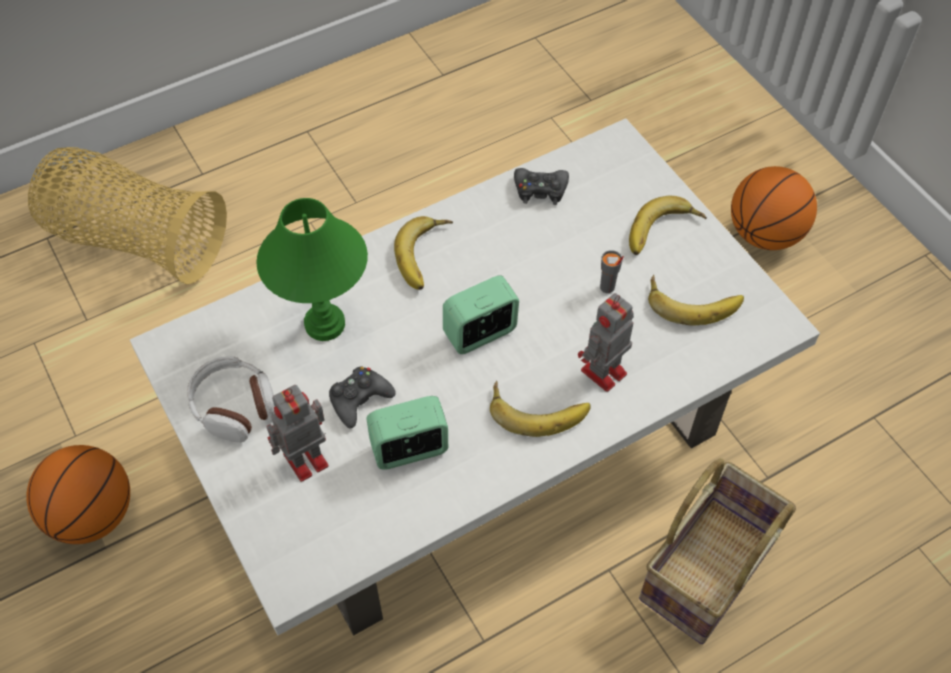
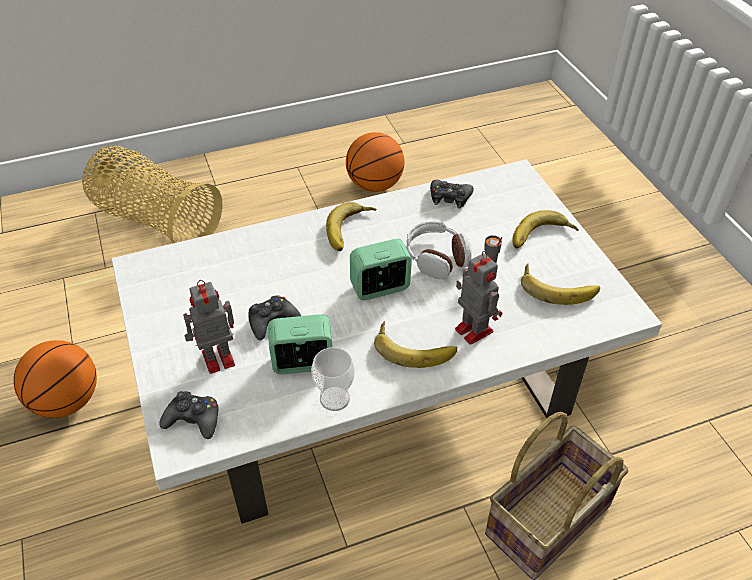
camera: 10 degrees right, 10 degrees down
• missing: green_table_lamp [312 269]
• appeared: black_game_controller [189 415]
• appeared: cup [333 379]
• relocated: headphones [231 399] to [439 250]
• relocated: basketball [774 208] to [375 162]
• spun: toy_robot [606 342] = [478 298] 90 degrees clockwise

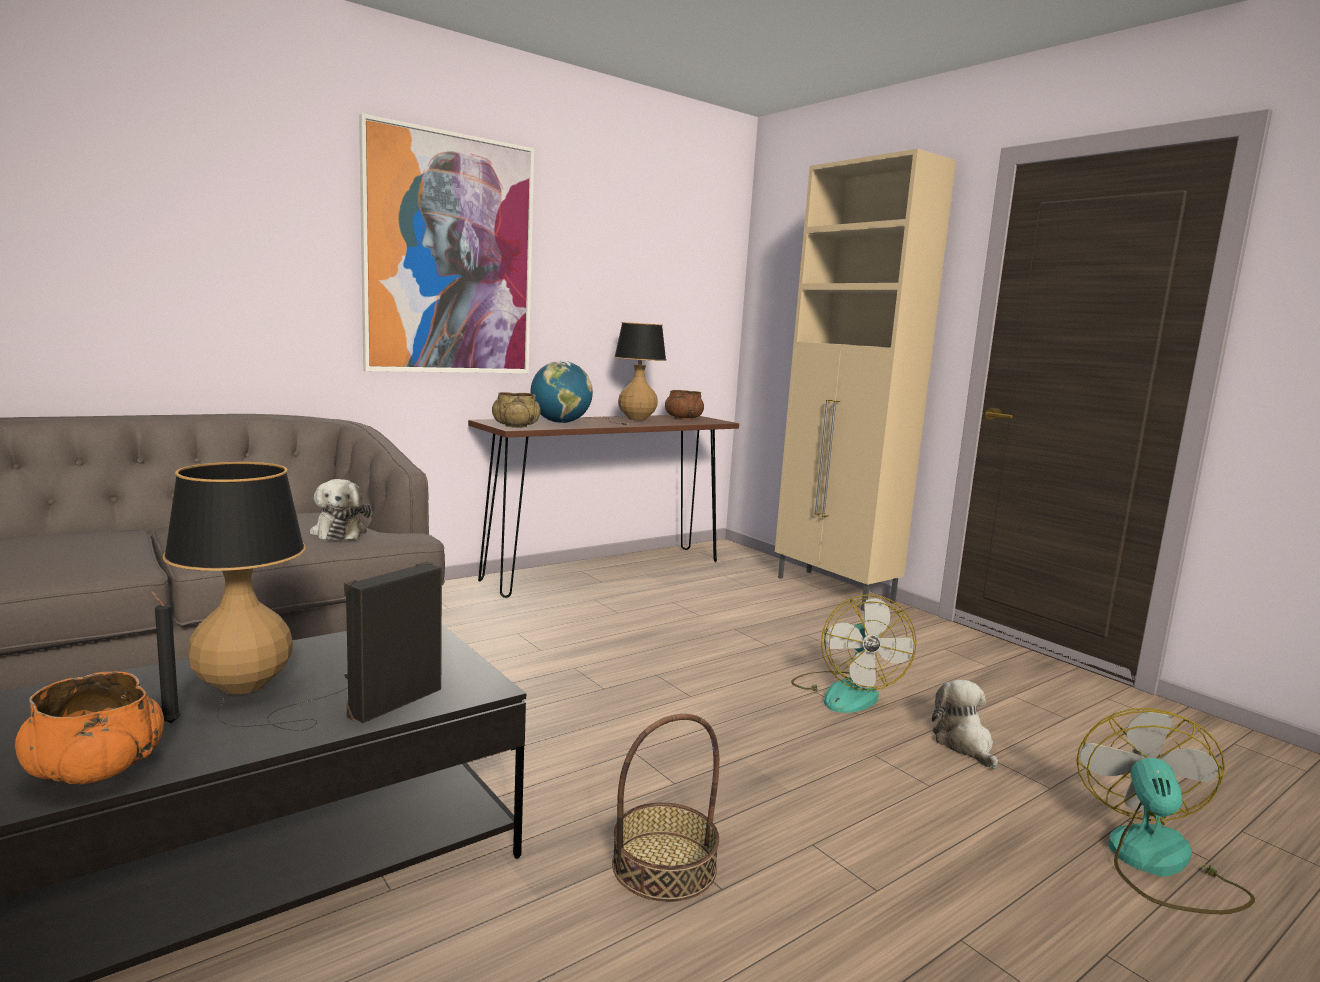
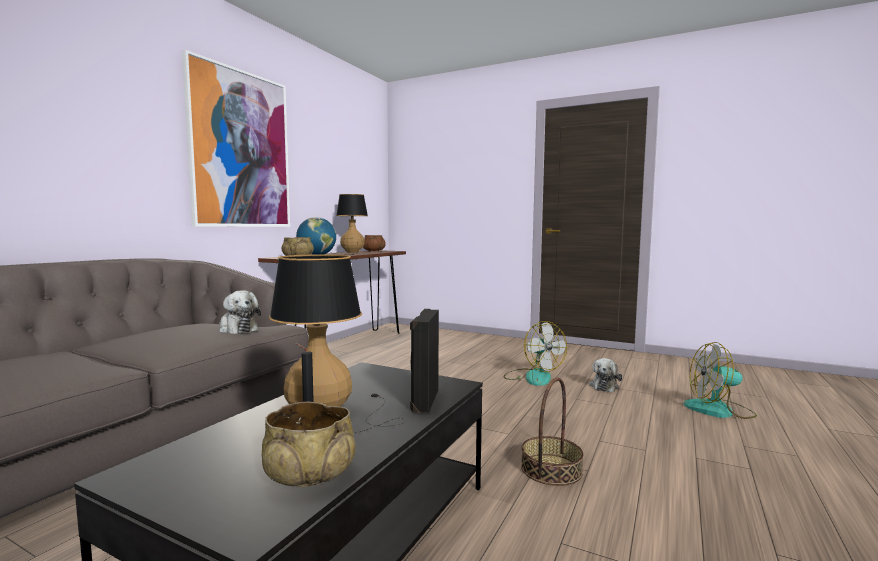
camera: 25 degrees left, 5 degrees down
• missing: beige_cabinet [865 380]
• colour: orange_bowl [89 728] to beige_bowl [309 444]
• spun: plush_toy [965 724] = [605 375] 120 degrees counterclockwise
• spun: fan [1165 811] = [720 380] 75 degrees counterclockwise

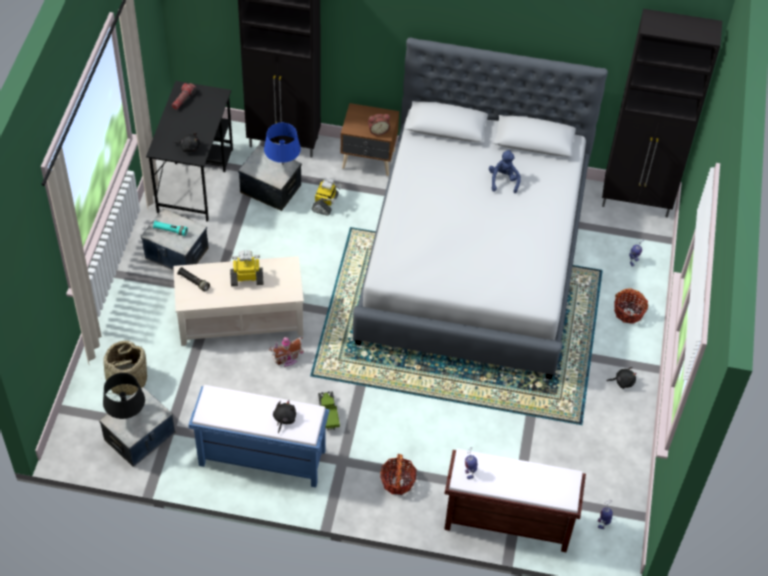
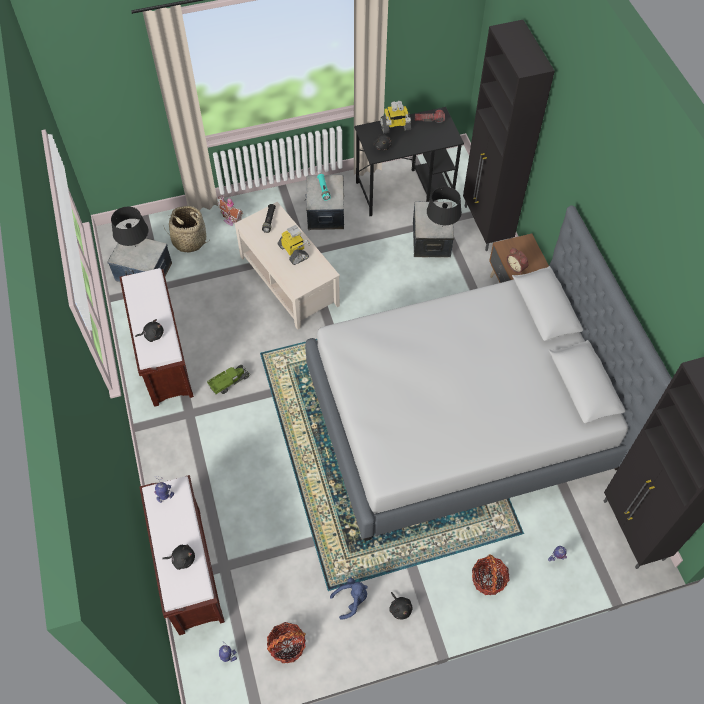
camera: 65 degrees right, 5 degrees up
• appeared: black_plush_toy [178 557]
• relocated: toy_house [286 351] to [230 210]
• relocated: toy_robot [327 197] to [395 117]
• relocated: basket [398 474] to [286 642]
• relocated: blue_plush_toy [505 171] to [349 598]
• colour: blue_bench [259 436] to brown_bench [156 337]
• colour: blue_table_lamp [282 143] to black_table_lamp [444 207]

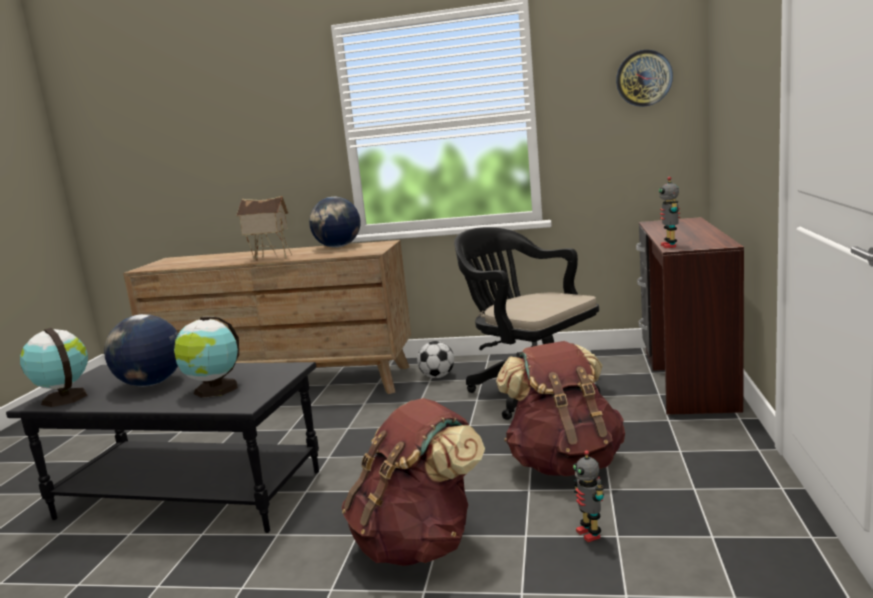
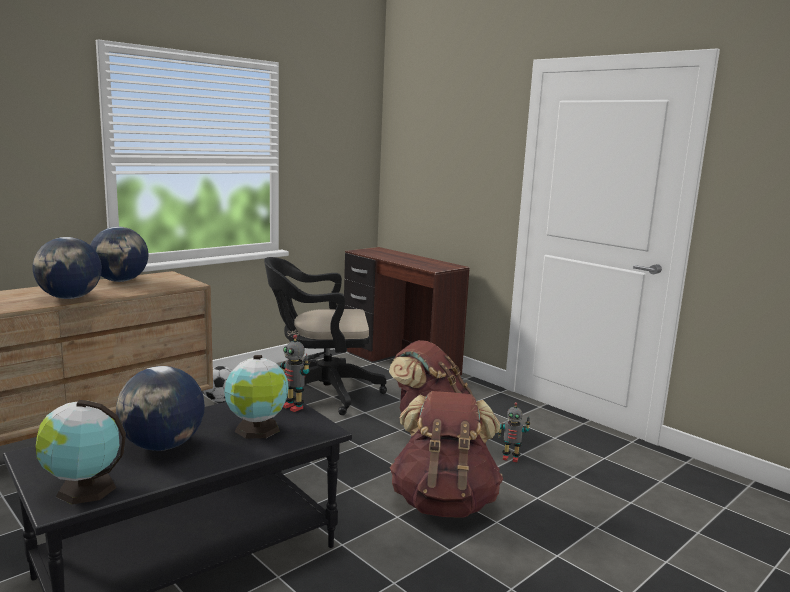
camera: 55 degrees left, 0 degrees up
• missing: wall_clock [644 78]
• relocated: toy_robot [669 212] to [295 373]
• exchanged: toy_house [264 228] to globe [67 268]

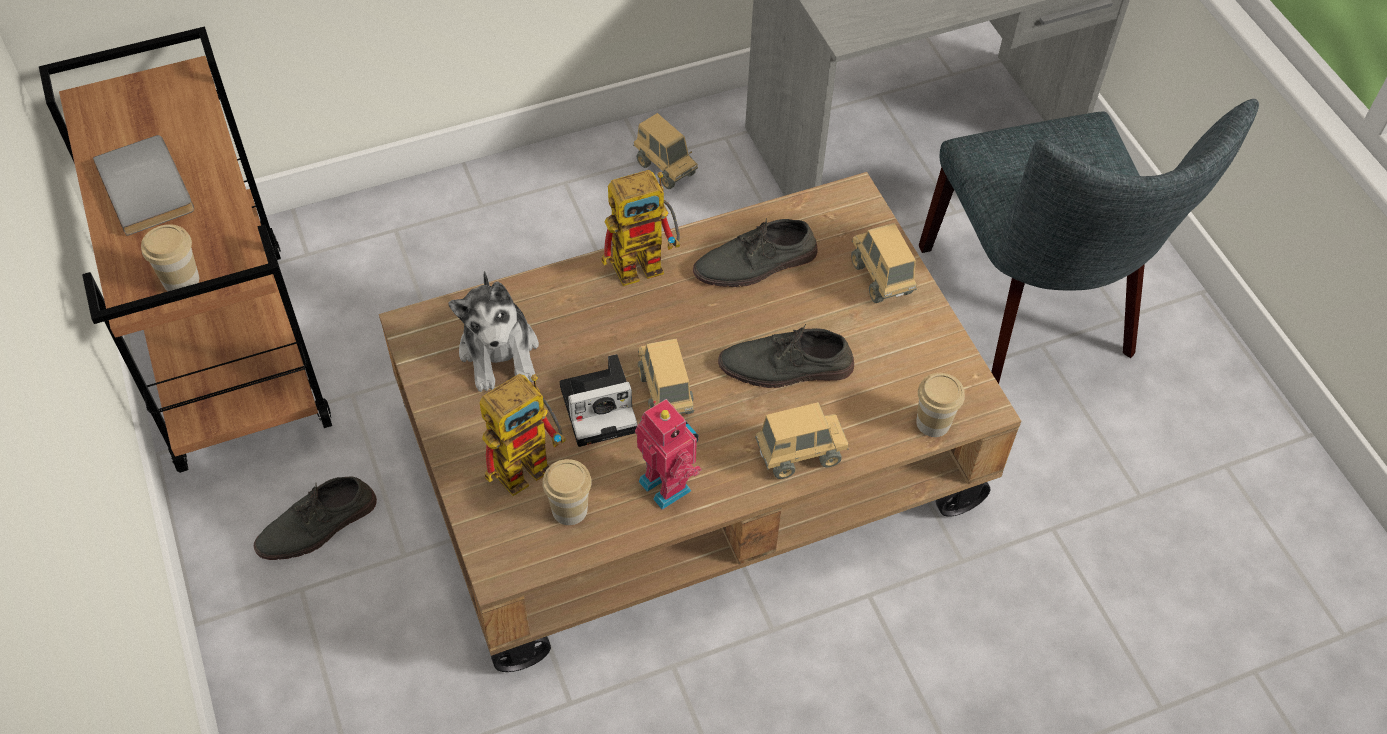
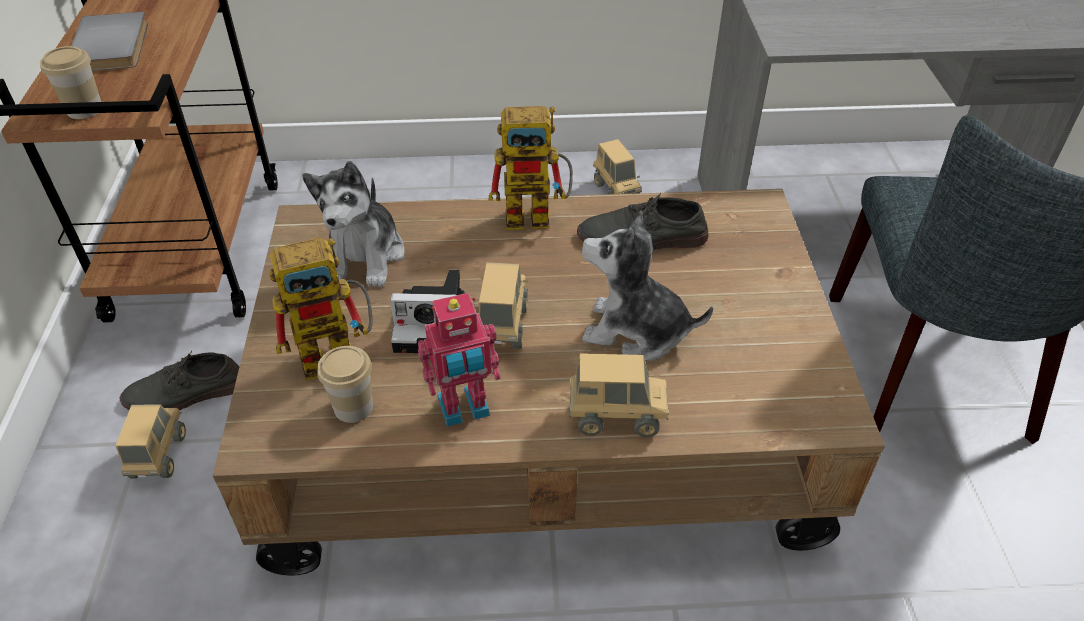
camera: 20 degrees right, 10 degrees down
• missing: cup [940 405]
• relocated: toy_truck [884 263] to [151 441]
• exchanged: grey_shoe [786 356] to plush_toy [647 286]
• spun: toy_robot [668 454] = [459 360] 90 degrees clockwise

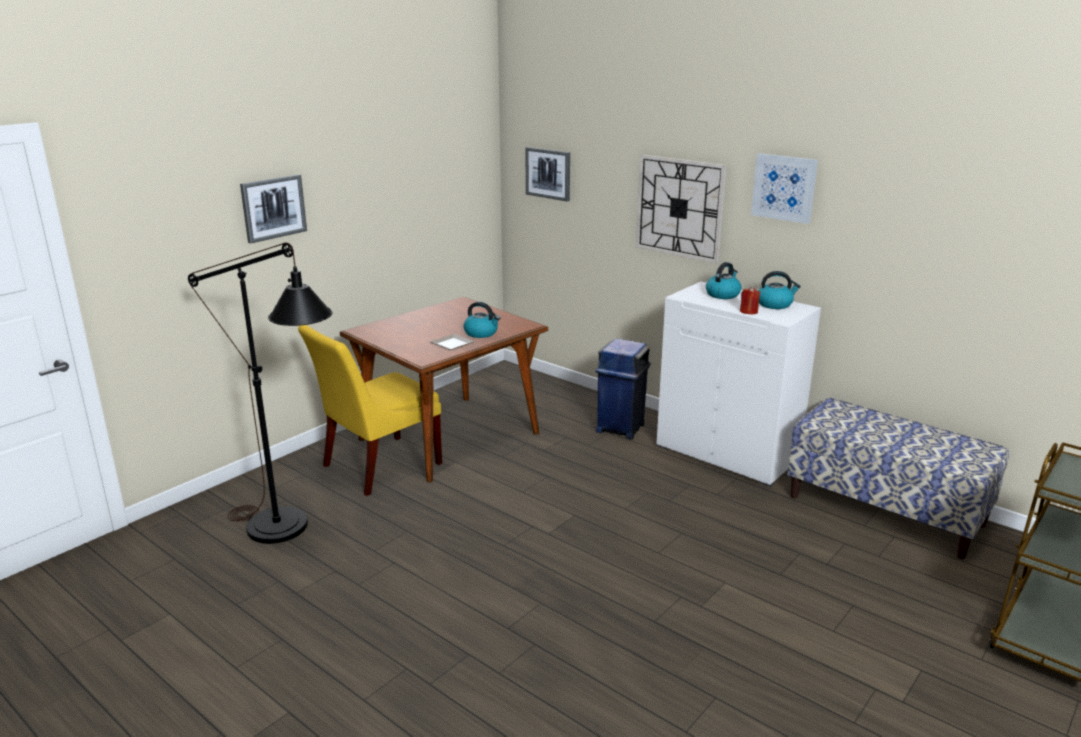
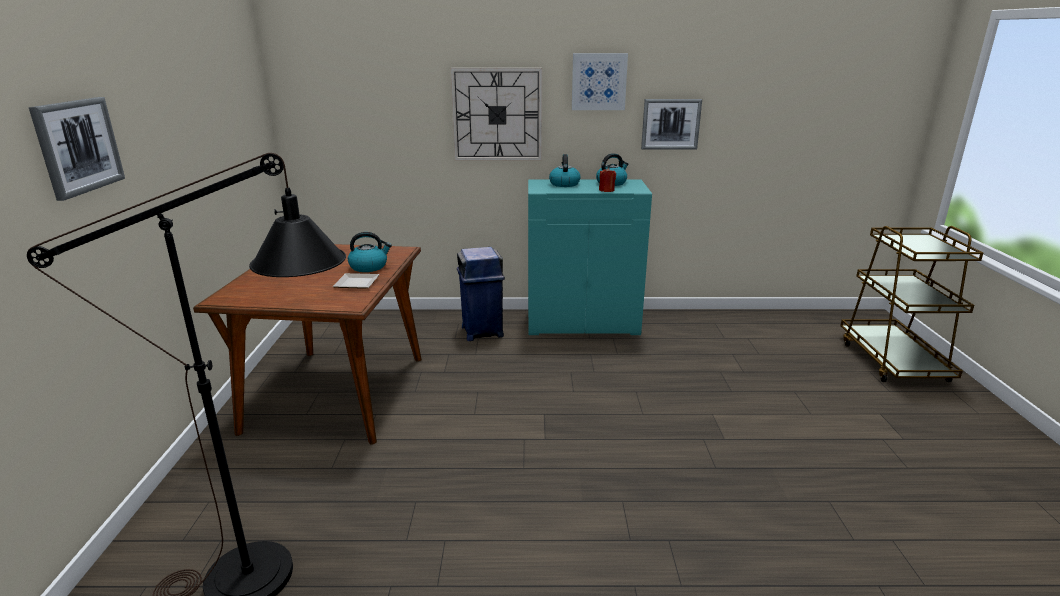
camera: 40 degrees left, 0 degrees up
• missing: yellow_chair [370 410]
• missing: bench [898 478]
• relocated: picture [547 174] to [671 124]
• colour: white_cabinet [738 384] to turquoise_cabinet [590 257]

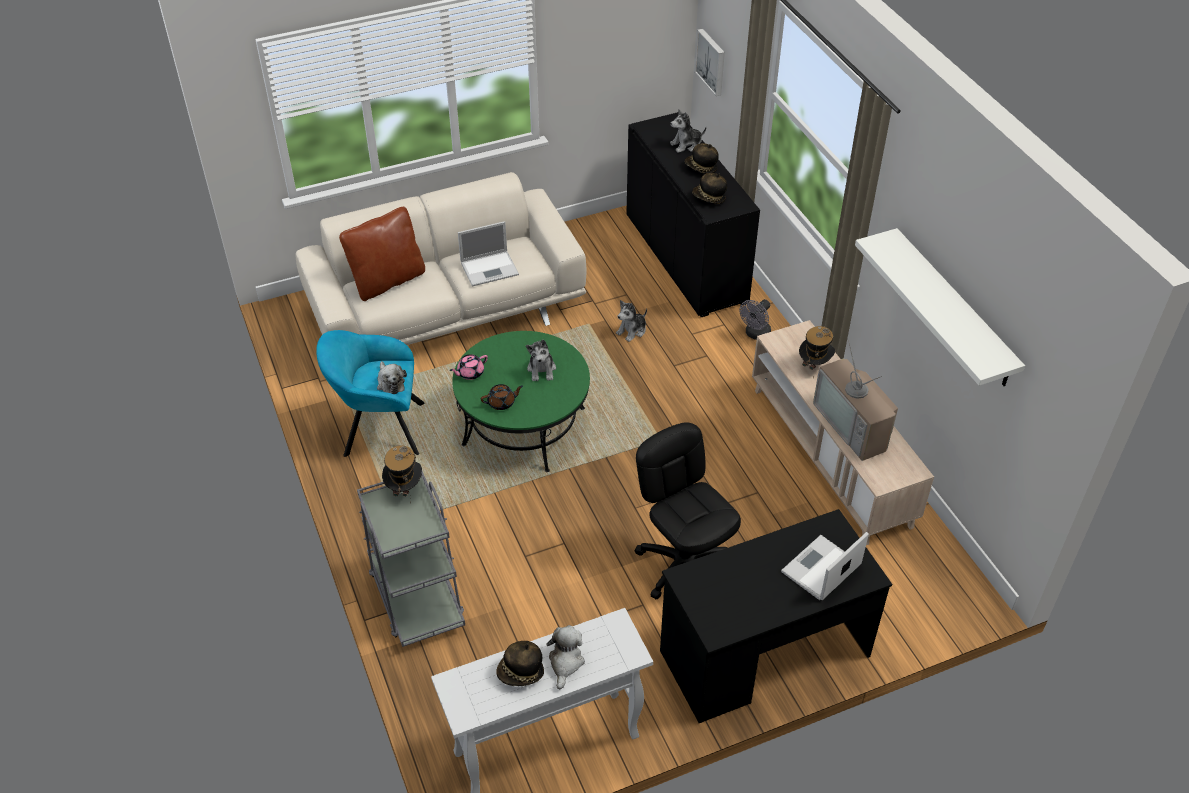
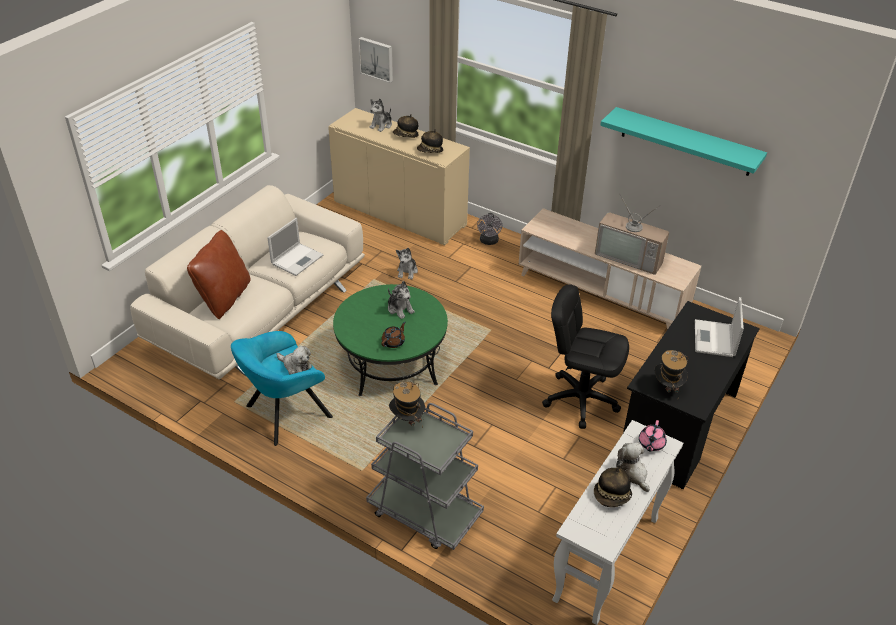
camera: 35 degrees left, 5 degrees down
• relocated: pink_teapot [469 367] to [653 435]
• relocated: hat [817 352] to [671 374]
• colour: black_cabinet [693 214] to beige_cabinet [399 176]
• colour: white_shelf [940 307] to turquoise_shelf [683 141]

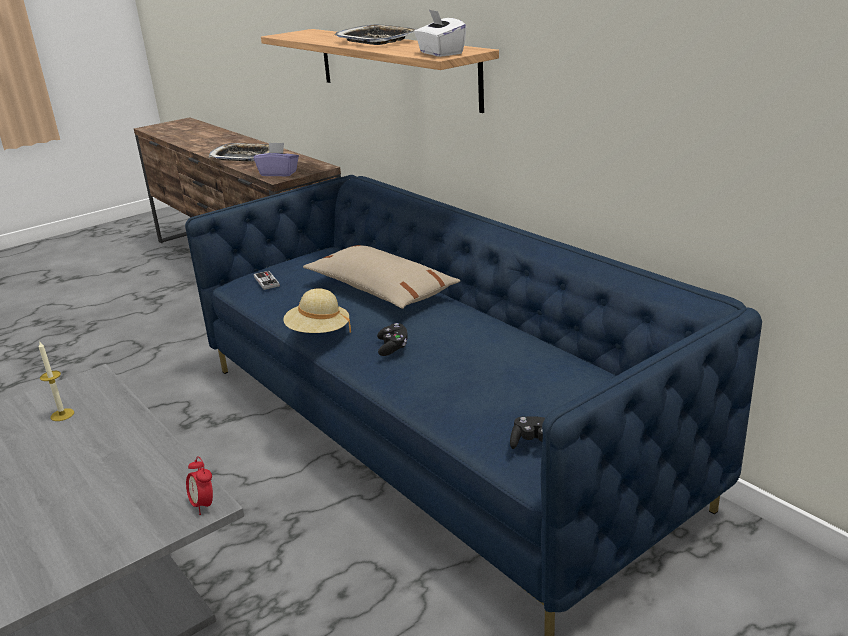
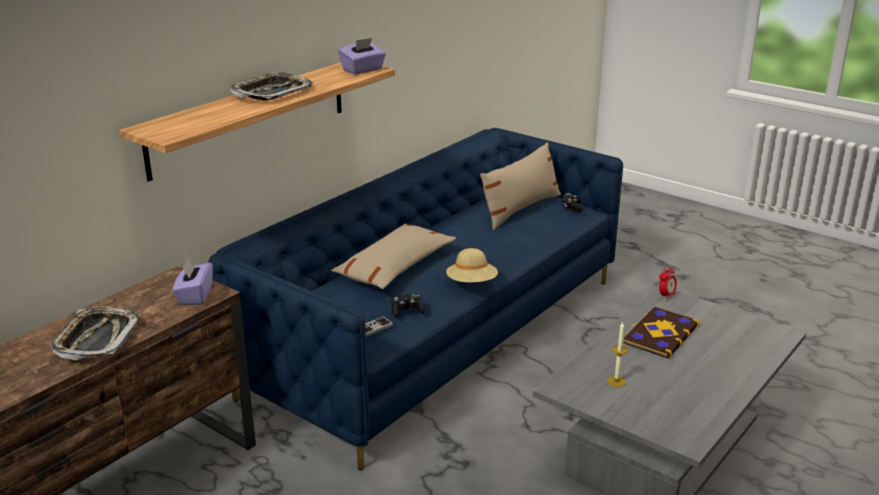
camera: 105 degrees left, 0 degrees up
• appeared: beige_pillow [520 186]
• appeared: book [661 332]
• relocated: black_game_controller [392 339] to [407 306]
• colour: white_tissue_box [440 33] to purple_tissue_box [362 56]

